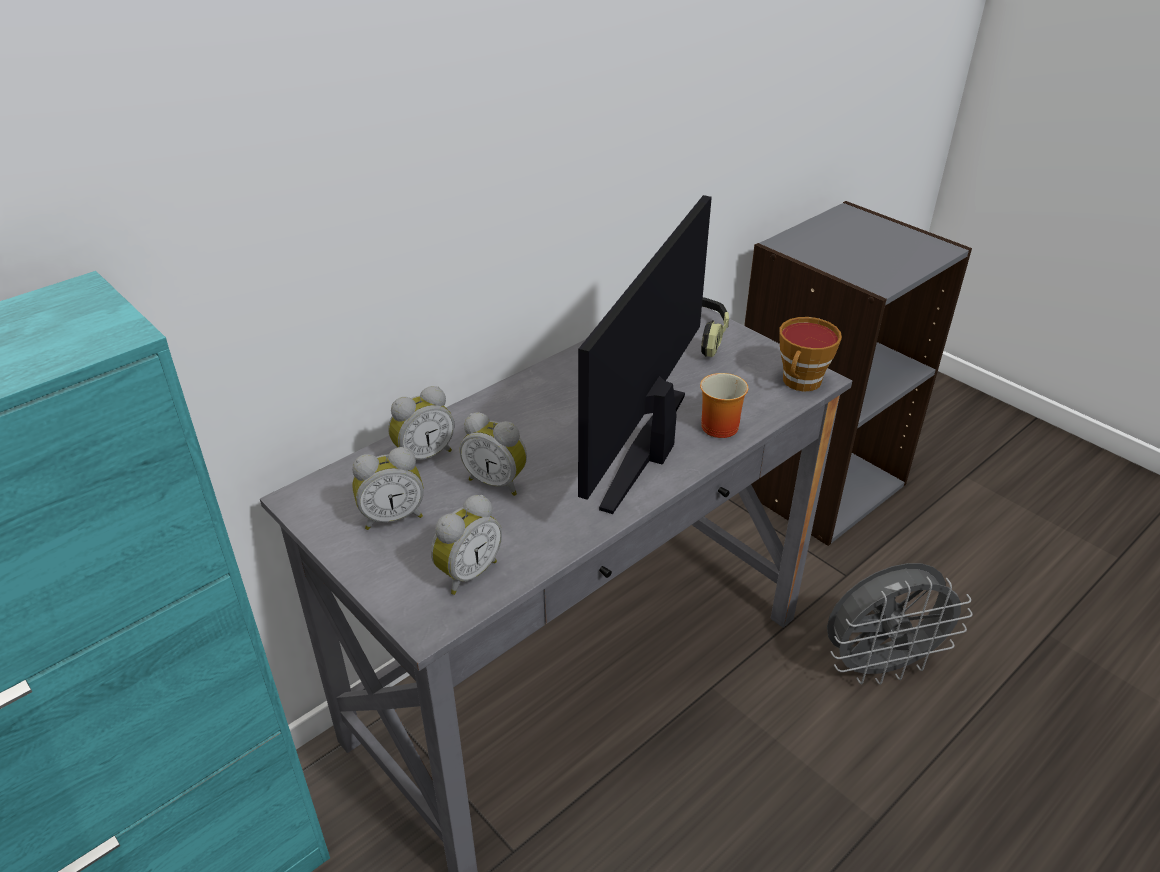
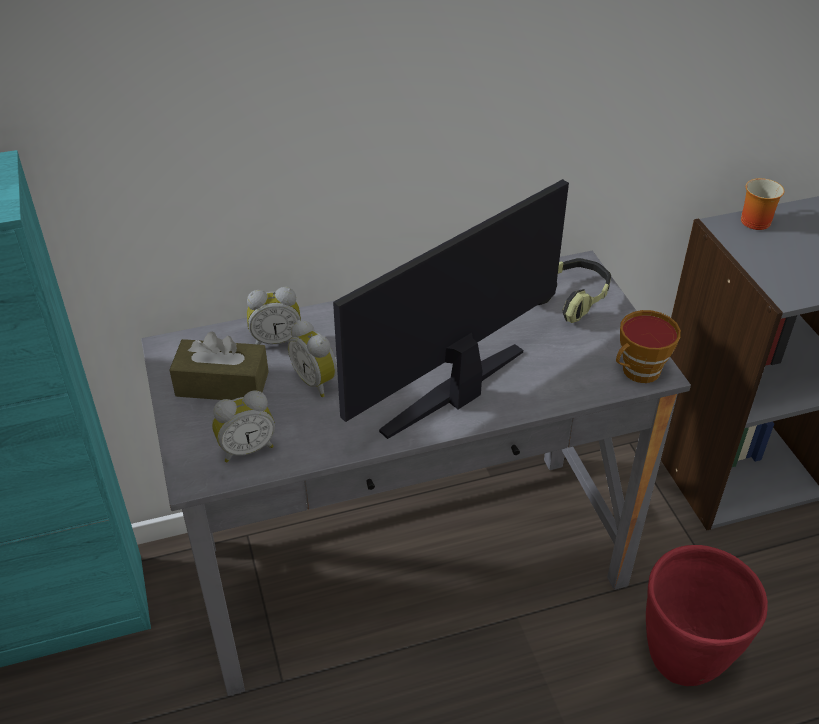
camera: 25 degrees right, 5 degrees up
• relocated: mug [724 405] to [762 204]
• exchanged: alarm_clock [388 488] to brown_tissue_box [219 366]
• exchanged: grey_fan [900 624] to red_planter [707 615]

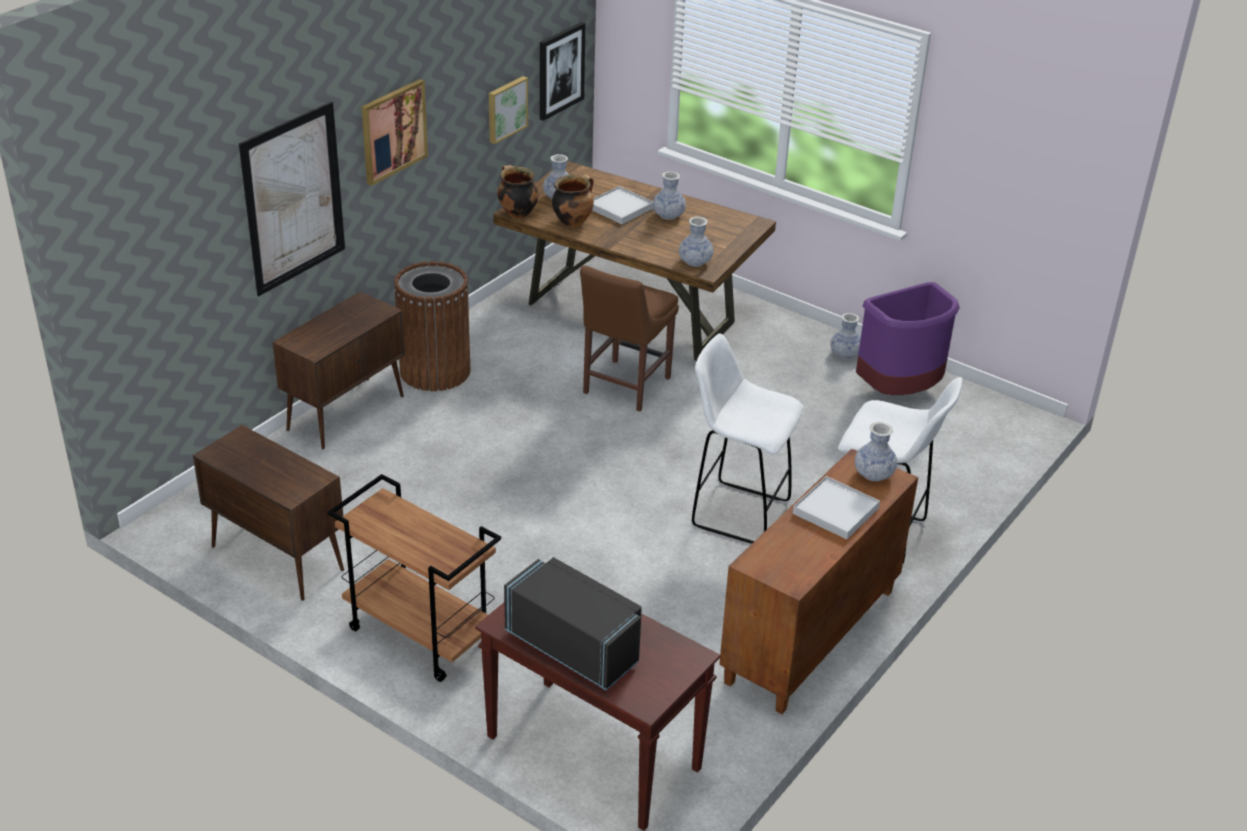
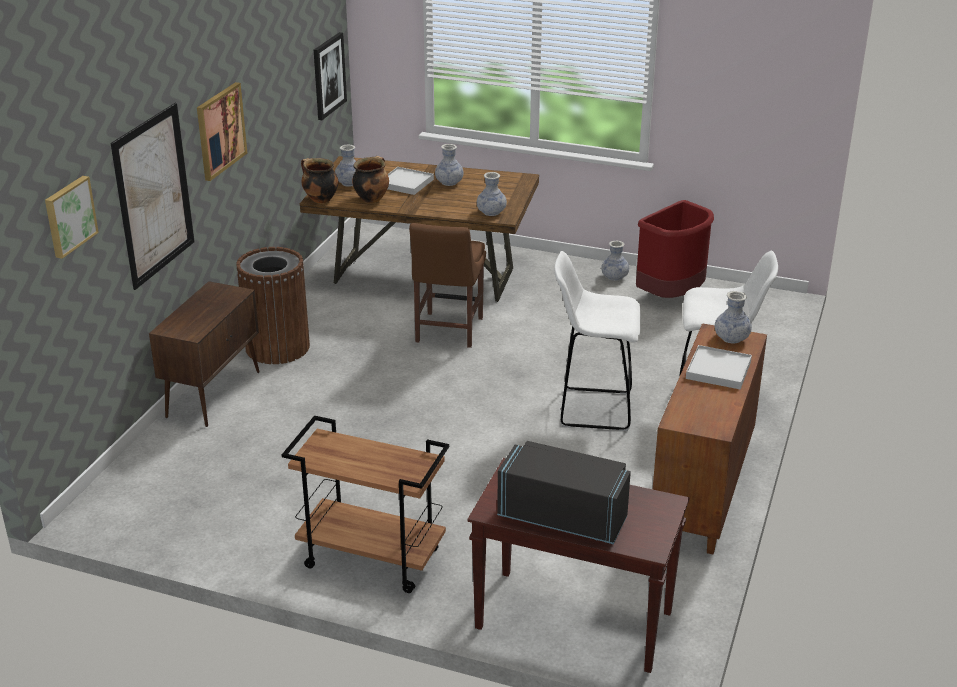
camera: 15 degrees left, 5 degrees down
• missing: brown_cabinet [268 513]
• relocated: picture [508 110] to [72 217]
• colour: purple_trash_can [908 338] to red_trash_can [675 249]

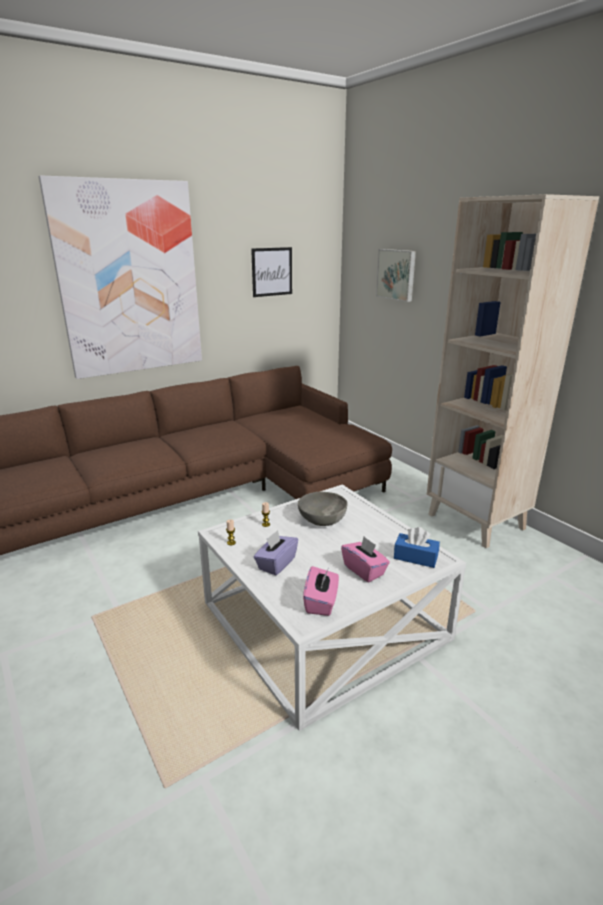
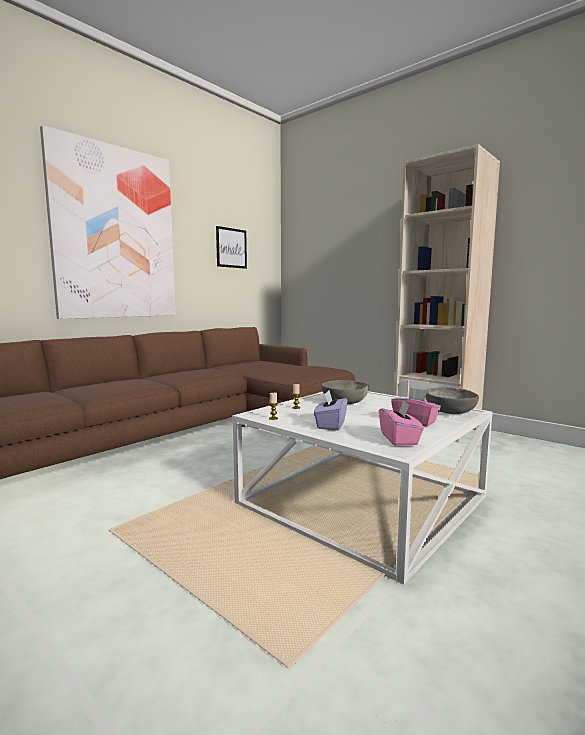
camera: 15 degrees left, 15 degrees down
• missing: picture [396 275]
• exchanged: blue_tissue_box [417 547] to grey_bowl [452 400]

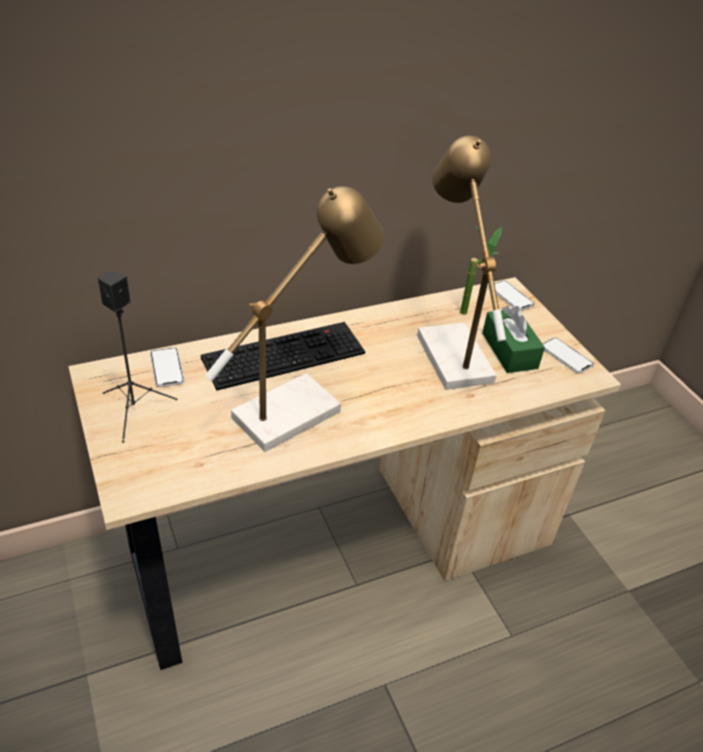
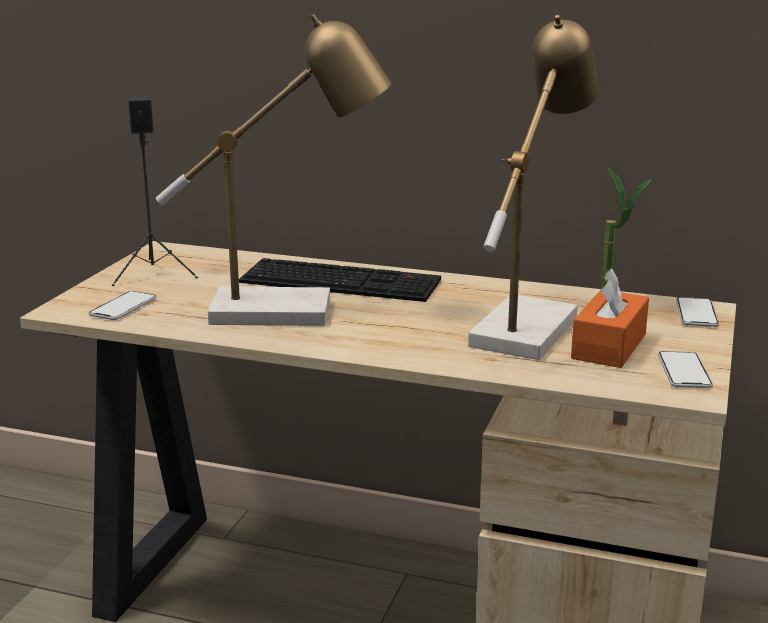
camera: 45 degrees right, 20 degrees down
• relocated: phone [167 367] to [122 305]
• colour: green_tissue_box [513 339] to orange_tissue_box [610 318]

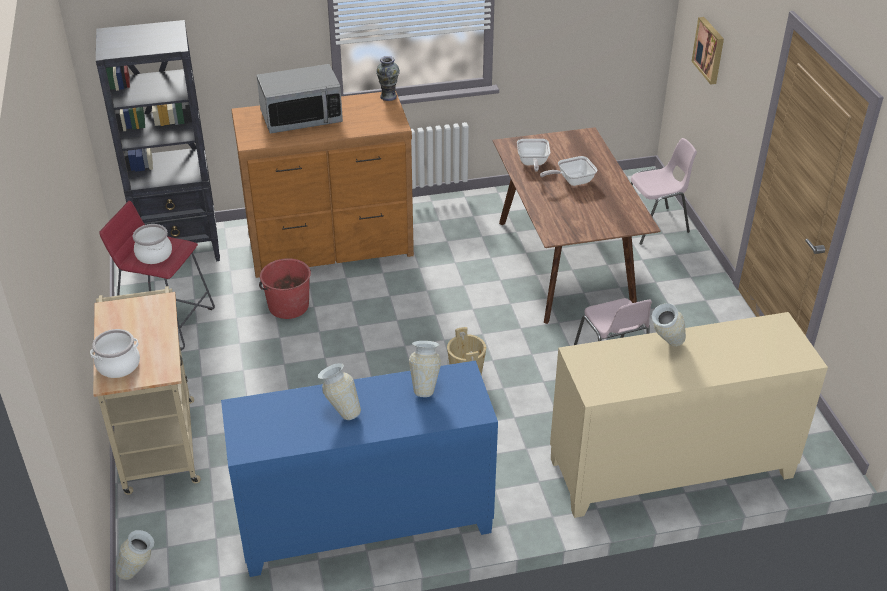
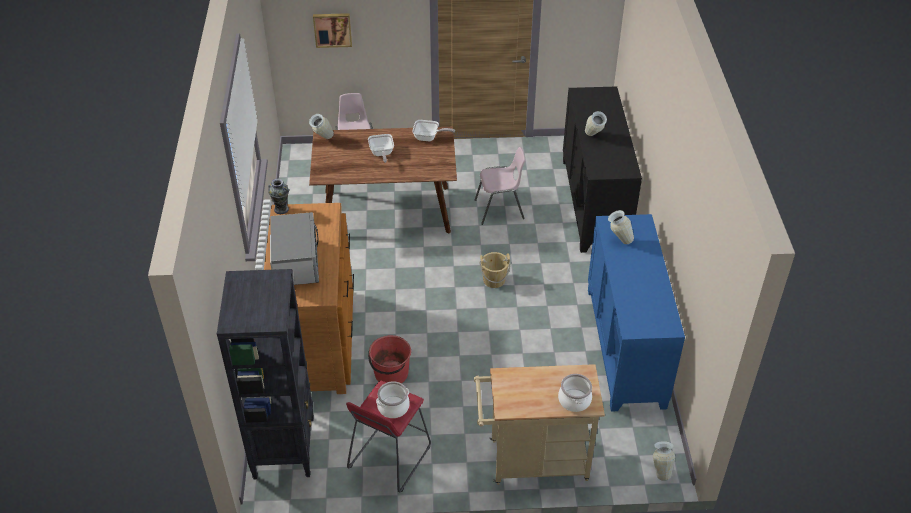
camera: 80 degrees left, 5 degrees up
• relocated: vase [339 391] to [321 126]
• relocated: frying_pan [533 155] to [433 130]
• colour: beige_cabinet [689 415] to black_cabinet [602 169]

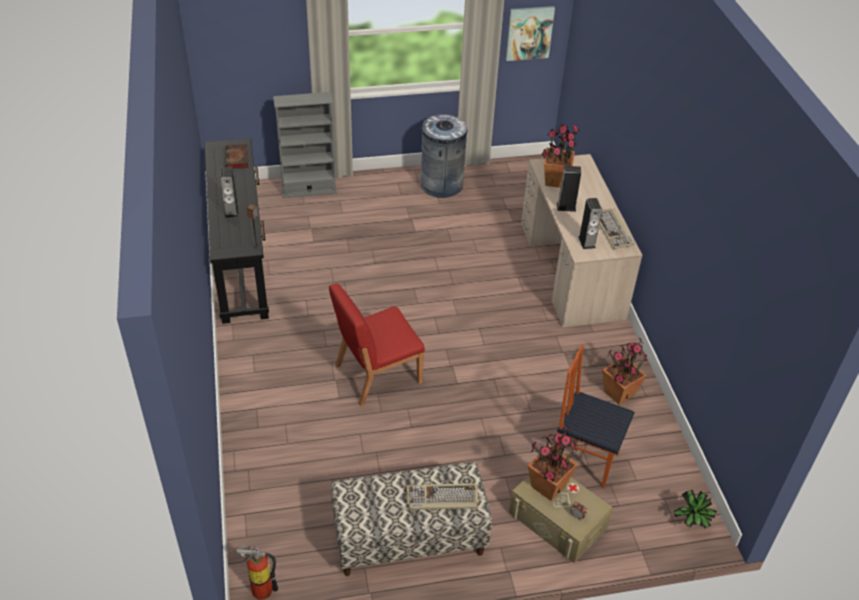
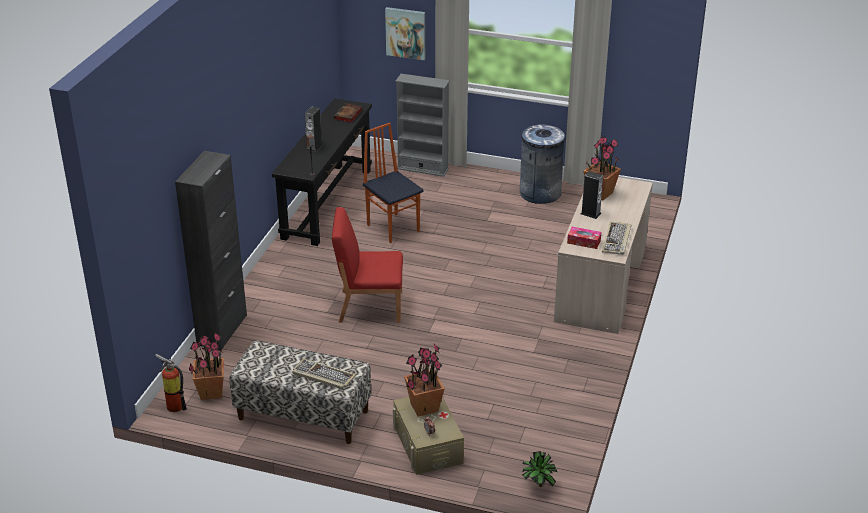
camera: 30 degrees right, 10 degrees down
• appeared: black_cabinet [211 250]
• relocated: picture [530 33] to [405 33]
• relocated: chair [596 416] to [393 183]
• relocated: potted_plant [625 371] to [206 366]
• exchanged: speaker [590 223] to tissue_box [584 238]

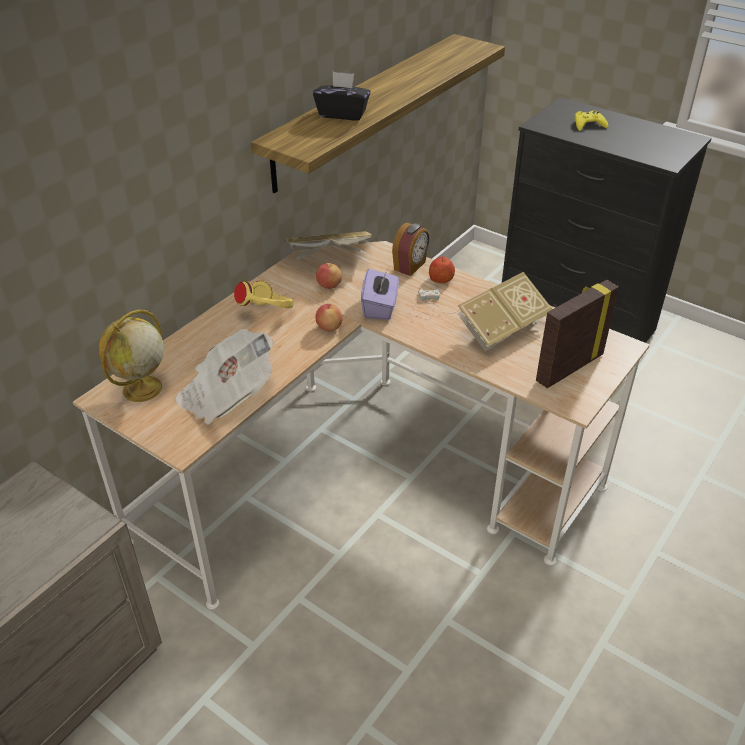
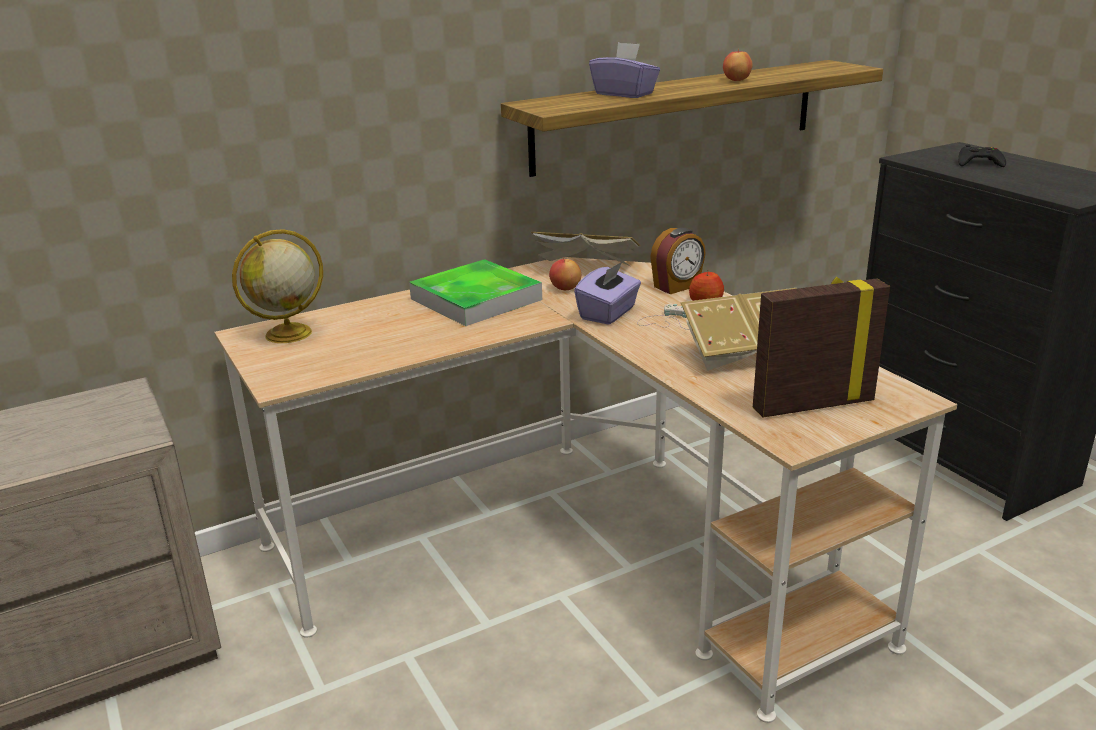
camera: 25 degrees right, 15 degrees down
• missing: newspaper [225 376]
• relocated: apple [329 317] to [738 65]
• exchanged: yellow_headphones [264 294] to tray [475 292]
• colour: black_tissue_box [342 96] to purple_tissue_box [624 70]
• colour: yellow_game_controller [591 121] to black_game_controller [982 156]

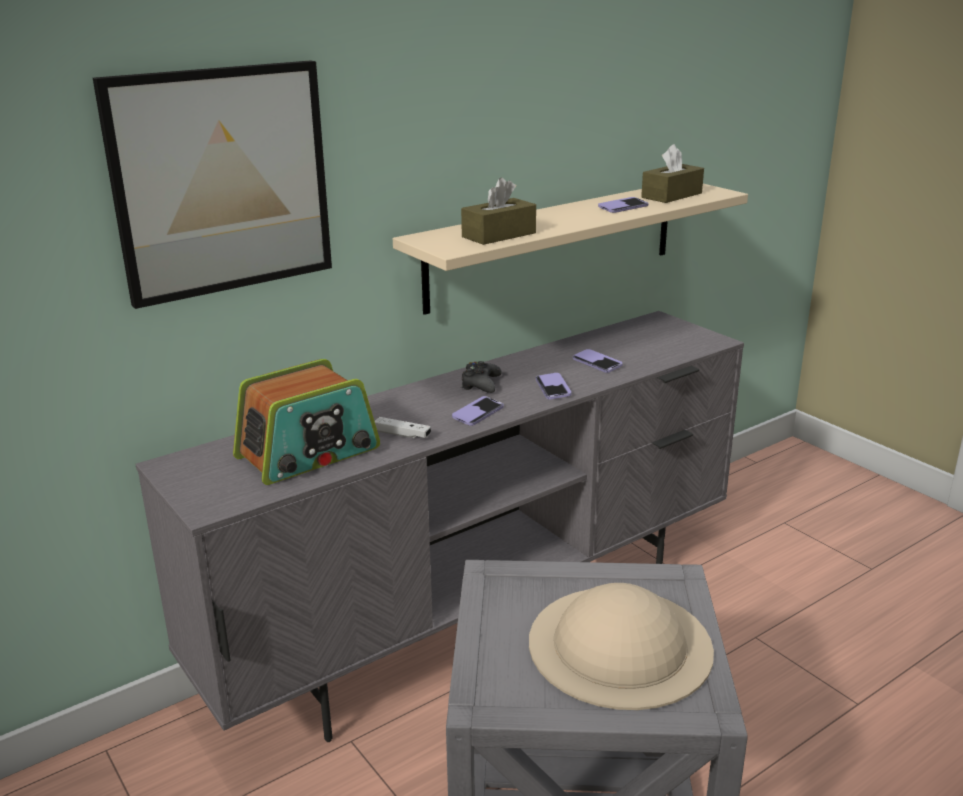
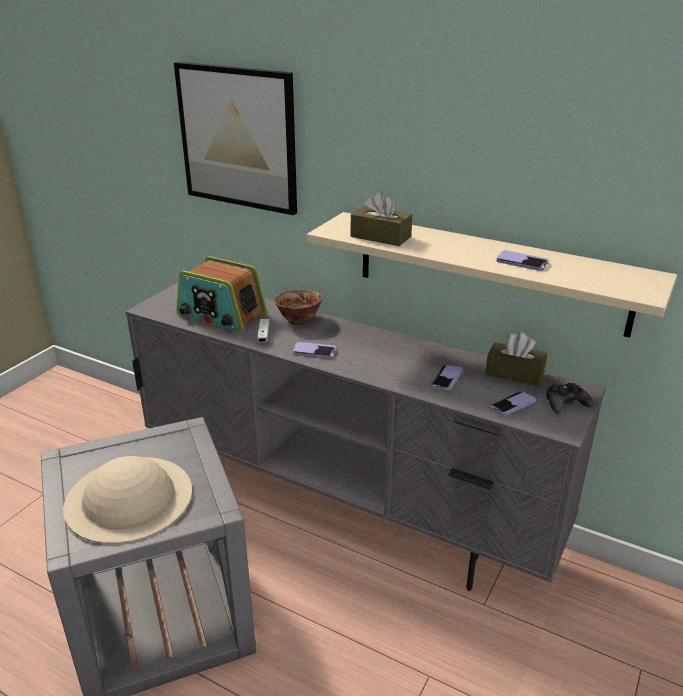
camera: 65 degrees right, 5 degrees up
• appeared: bowl [298 307]
• relocated: black_game_controller [481 377] to [570 398]
• relocated: phone [554 386] to [513 403]
• relocated: brown_tissue_box [672 173] to [516 359]

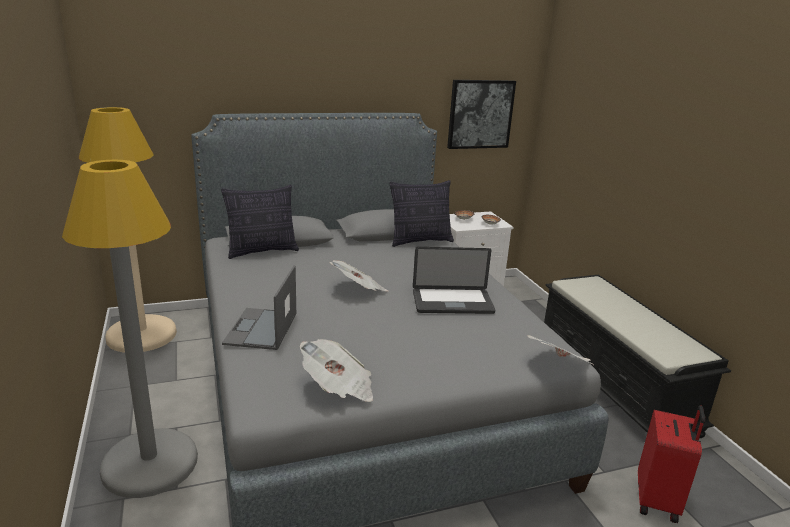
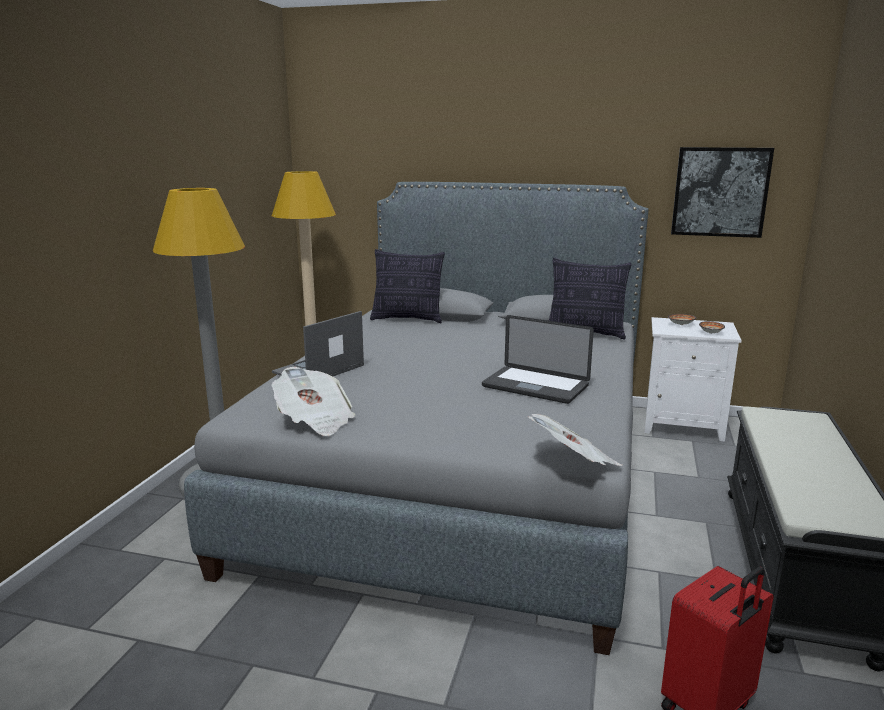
camera: 35 degrees right, 5 degrees down
• missing: newspaper [359 275]

